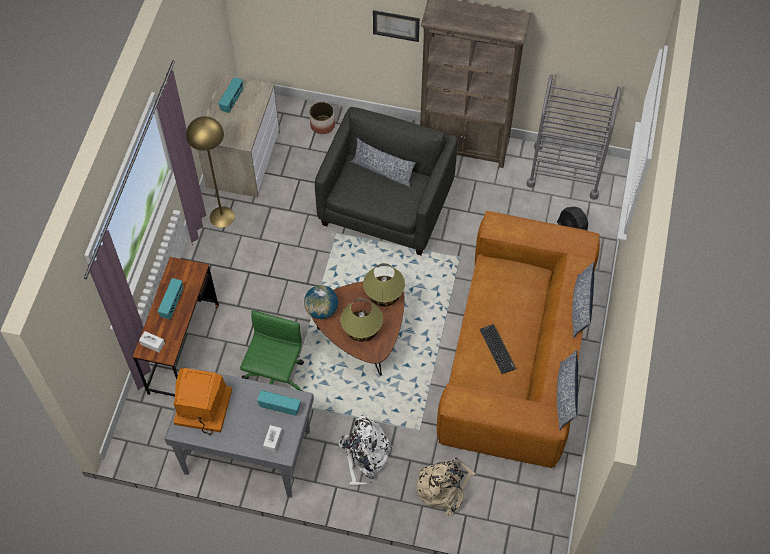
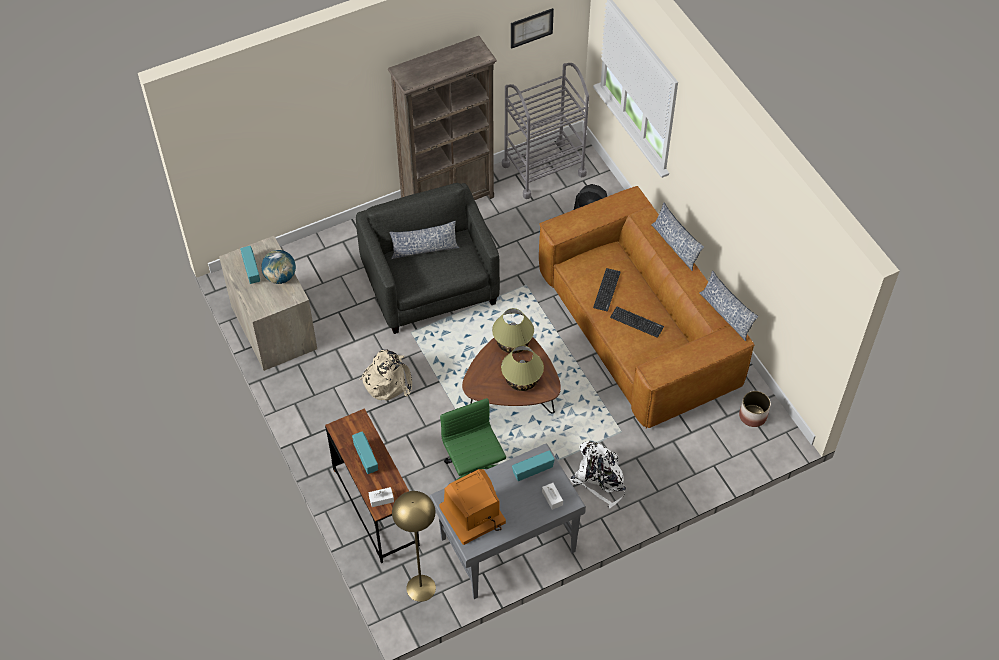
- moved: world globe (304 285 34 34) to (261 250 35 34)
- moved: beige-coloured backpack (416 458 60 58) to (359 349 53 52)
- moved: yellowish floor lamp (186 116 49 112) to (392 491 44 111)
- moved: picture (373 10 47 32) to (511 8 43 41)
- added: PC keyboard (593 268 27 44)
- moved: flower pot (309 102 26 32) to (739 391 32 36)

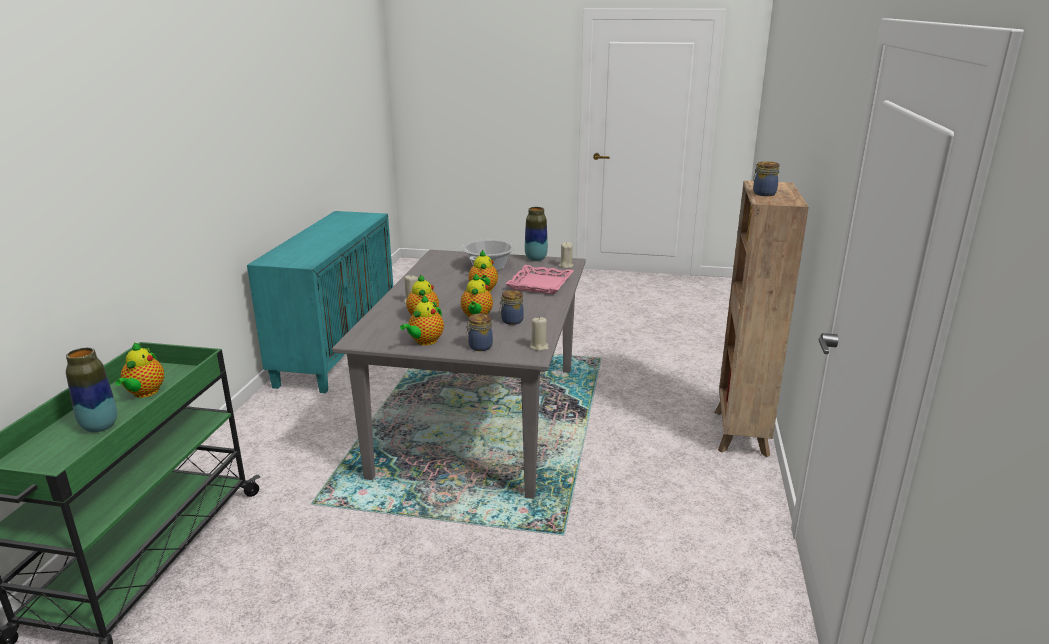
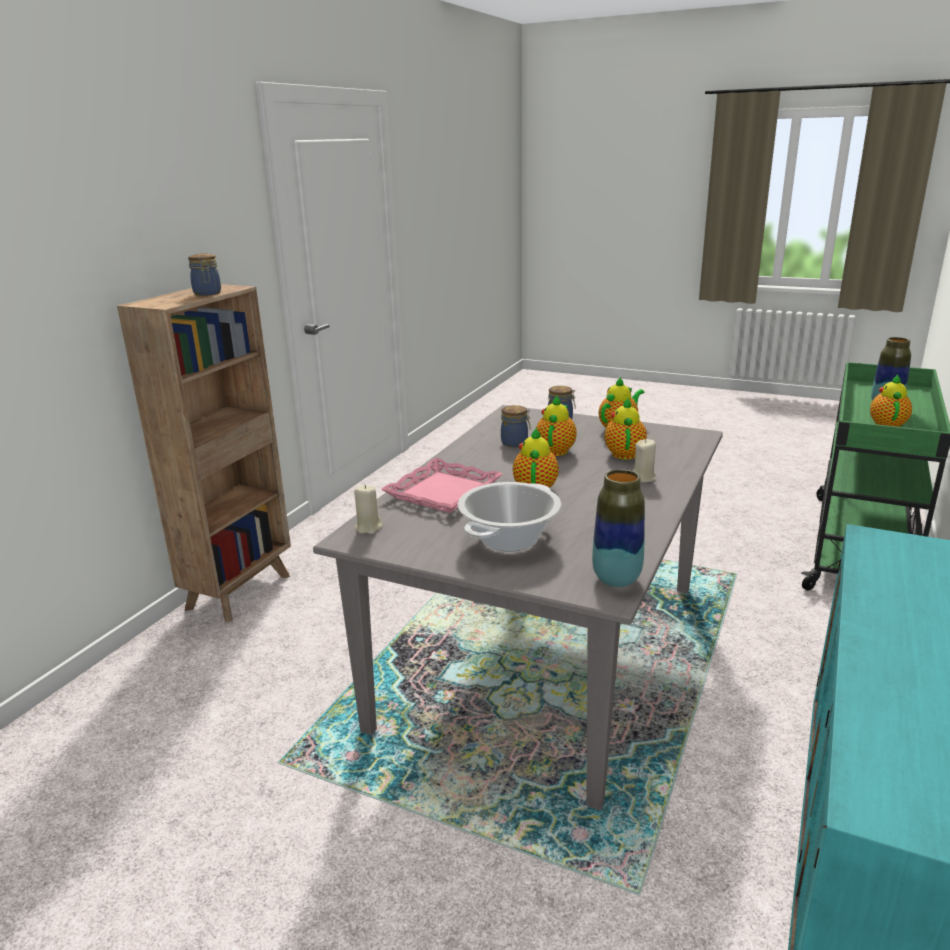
- moved: flower vase (525 207 23 54) to (592 469 53 118)
- removed: beige-coloured wax candle (530 316 19 35)

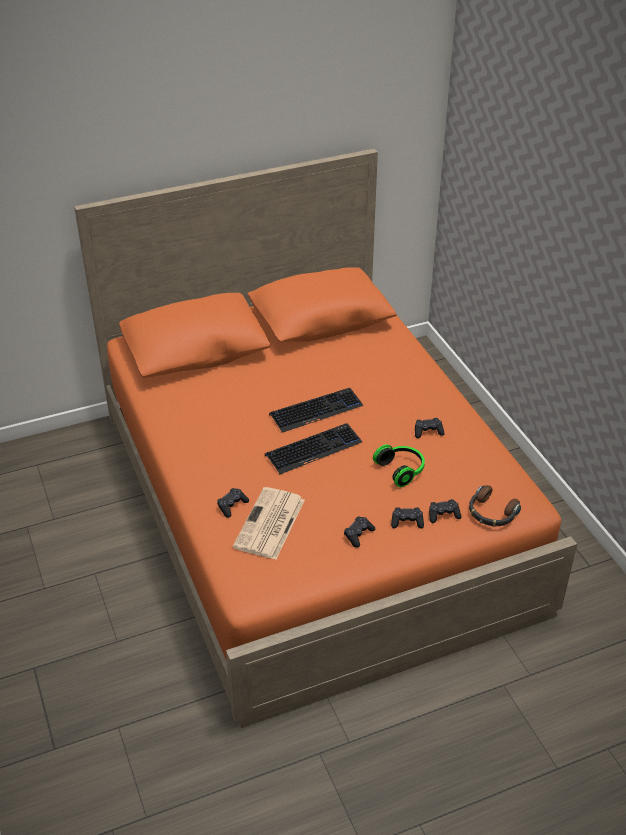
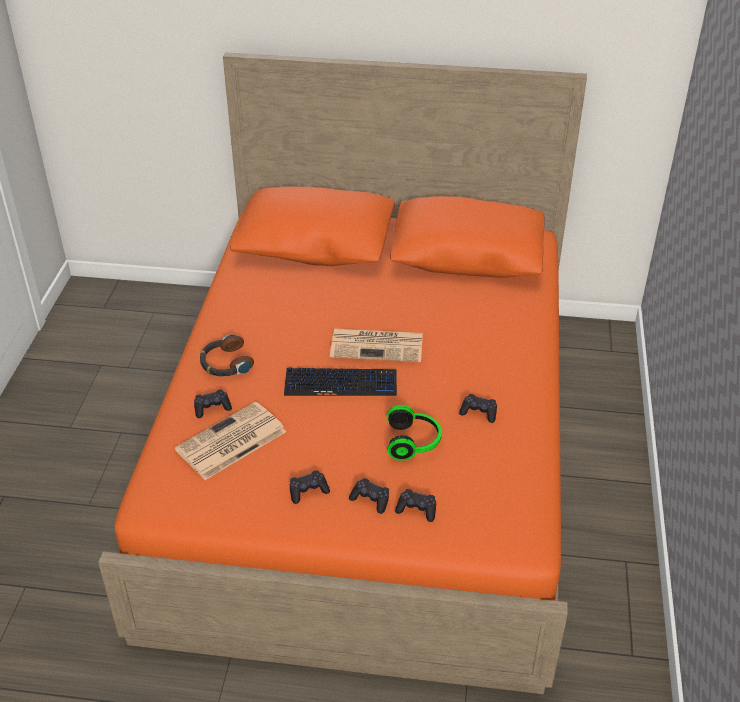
- moved: pair of headphones (469 485 52 42) to (200 334 54 42)
- replaced: PC keyboard (269 388 94 45) to newspaper (330 329 93 33)

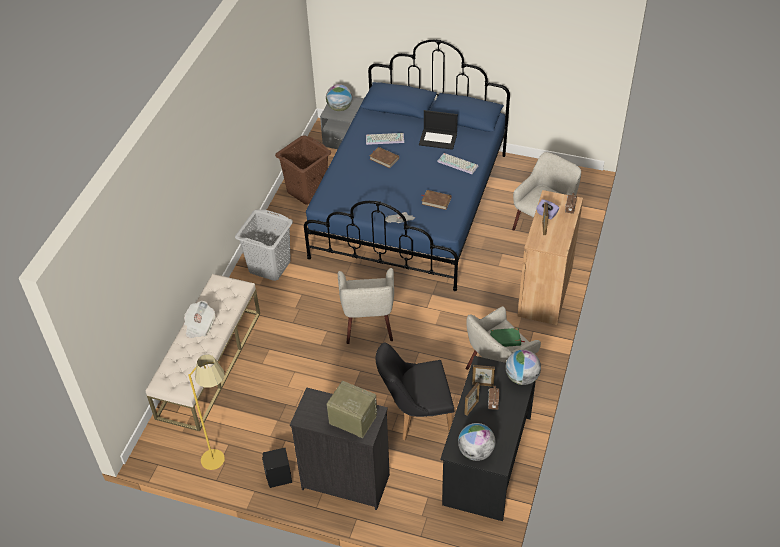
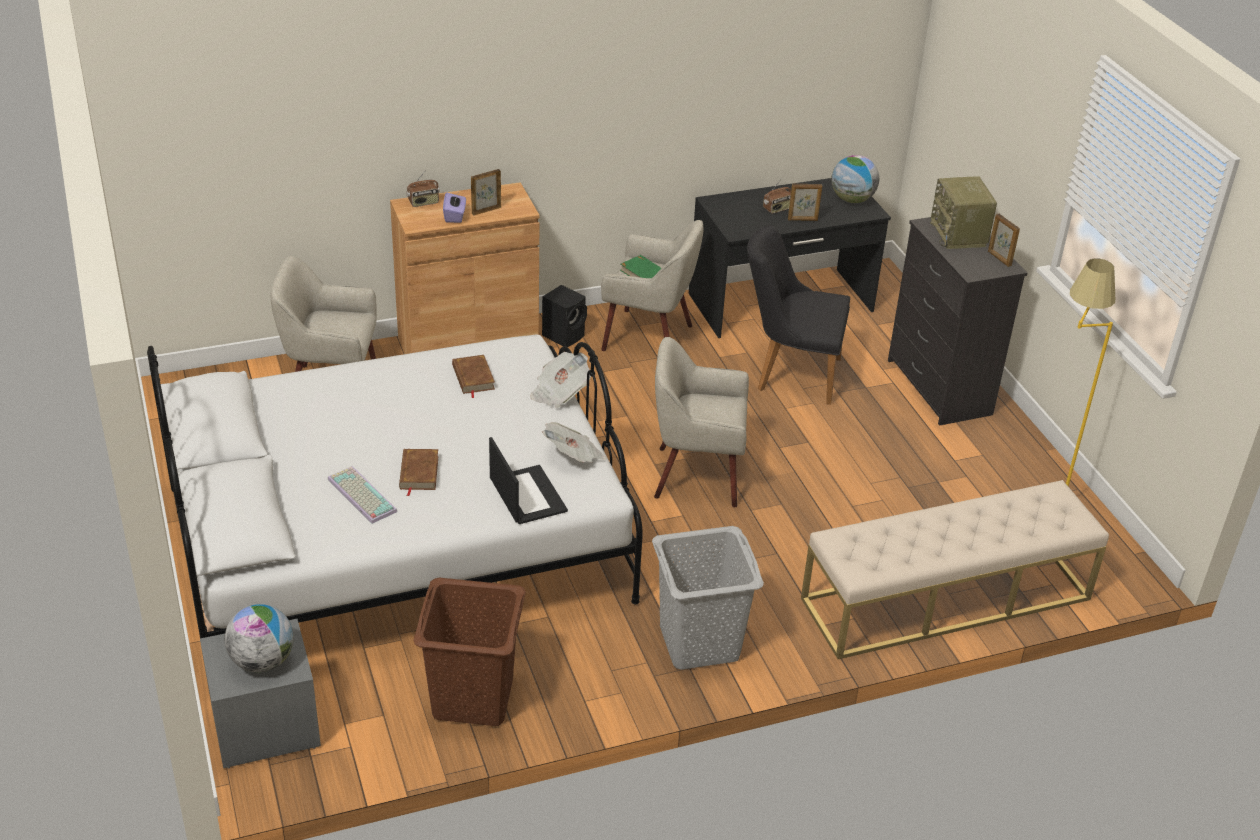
- recoloured: bluish bed (304 39 206 252) to whitish bed (147 334 496 304)
- moved: laptop (419 110 39 40) to (489 437 79 87)
- moved: black audio speaker (262 448 30 40) to (542 285 45 62)
- moved: newspaper (184 301 31 37) to (542 422 65 41)
- turned: beige-coloured easy chair (338 268 56 76) = (654 337 95 170) 135 degrees counterclockwise
- turned: black upright chair (376 342 78 99) = (747 225 103 180) 150 degrees clockwise
- moved: standing frame (472 365 23 22) to (988 214 32 53)
- removed: PC keyboard (437 153 41 21)
- removed: world globe (506 350 35 35)

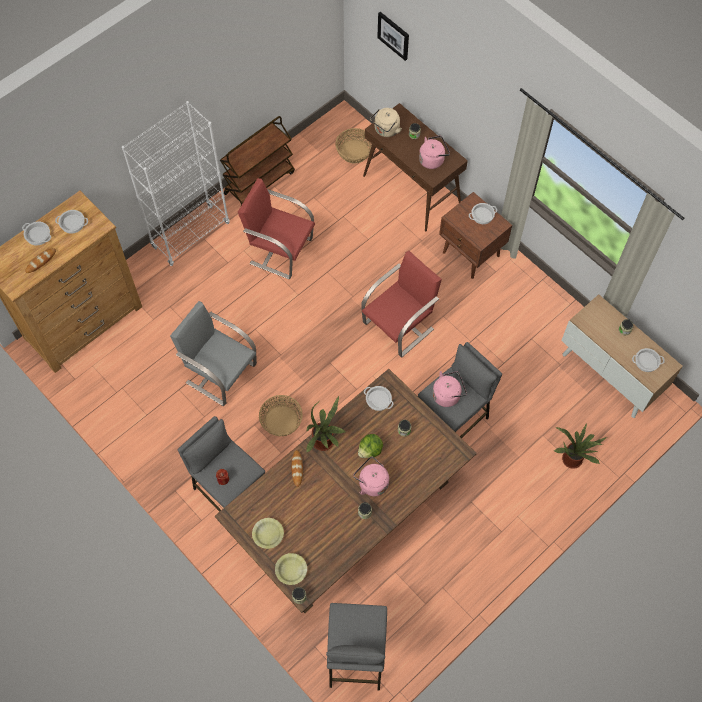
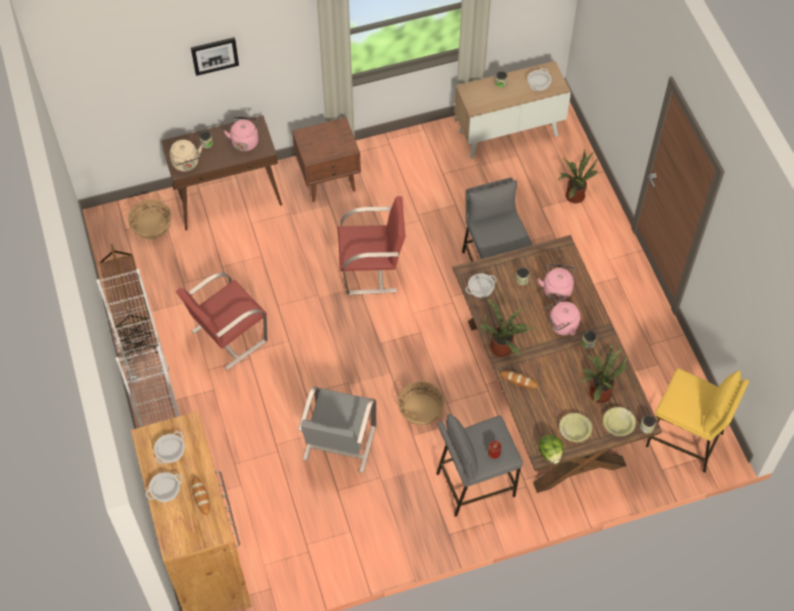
- moved: picture (377 12 32 49) to (191 37 48 39)
- turned: greyish upright chair (170 301 87 105) = (298 386 78 87) 45 degrees counterclockwise
- turned: reddish upright chair (361 251 81 107) = (338 196 68 99) 105 degrees clockwise
- moved: pink water kettle (432 371 35 36) to (538 264 37 37)
- moved: head of lettuce (358 434 25 24) to (539 435 25 29)
- added: houseplant (580 343 48 60)
- recoloured: greyish stool (326 603 61 88) to yellowish stool (645 368 104 105)
- removed: stockpot (469 203 28 21)

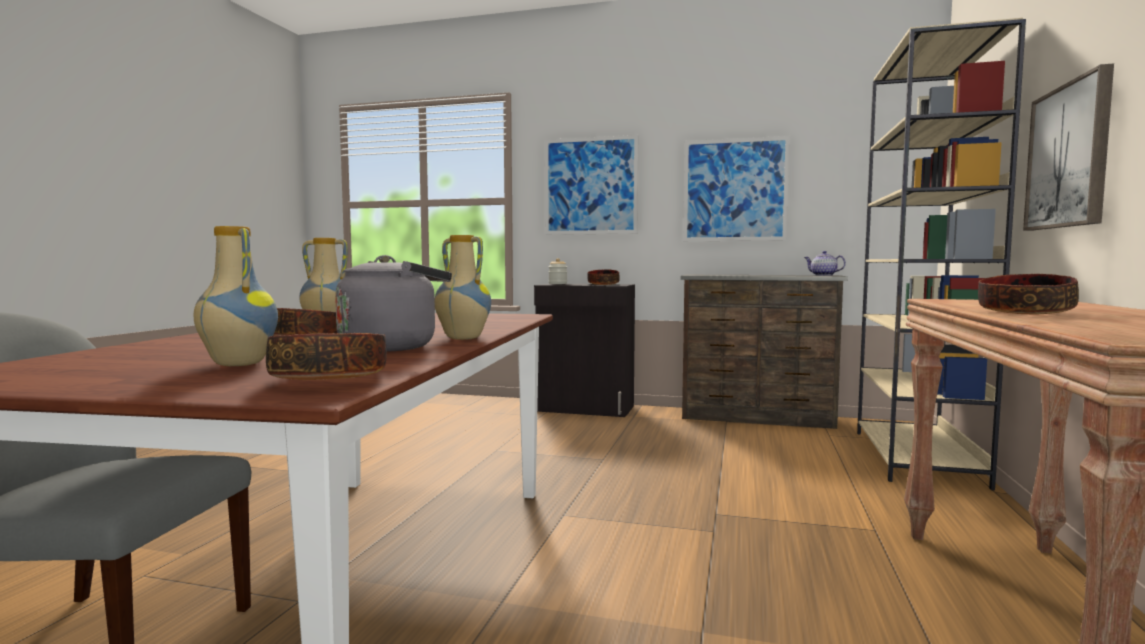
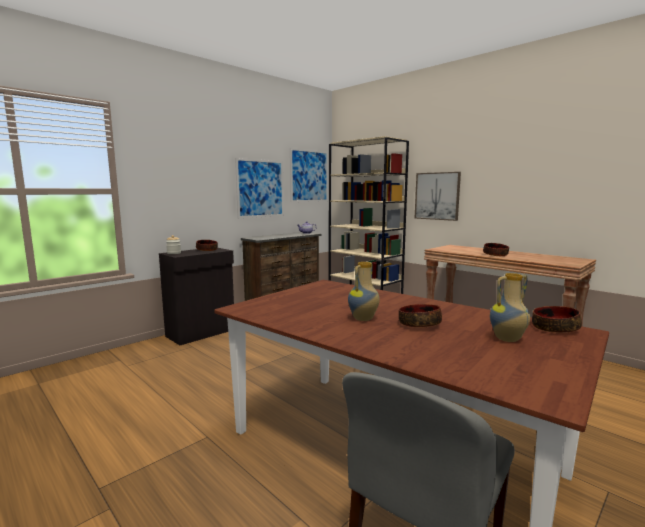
- moved: picture (545 135 93 100) to (290 148 38 54)
- removed: greyish water kettle (335 255 117 97)
- removed: flower vase (435 235 56 105)

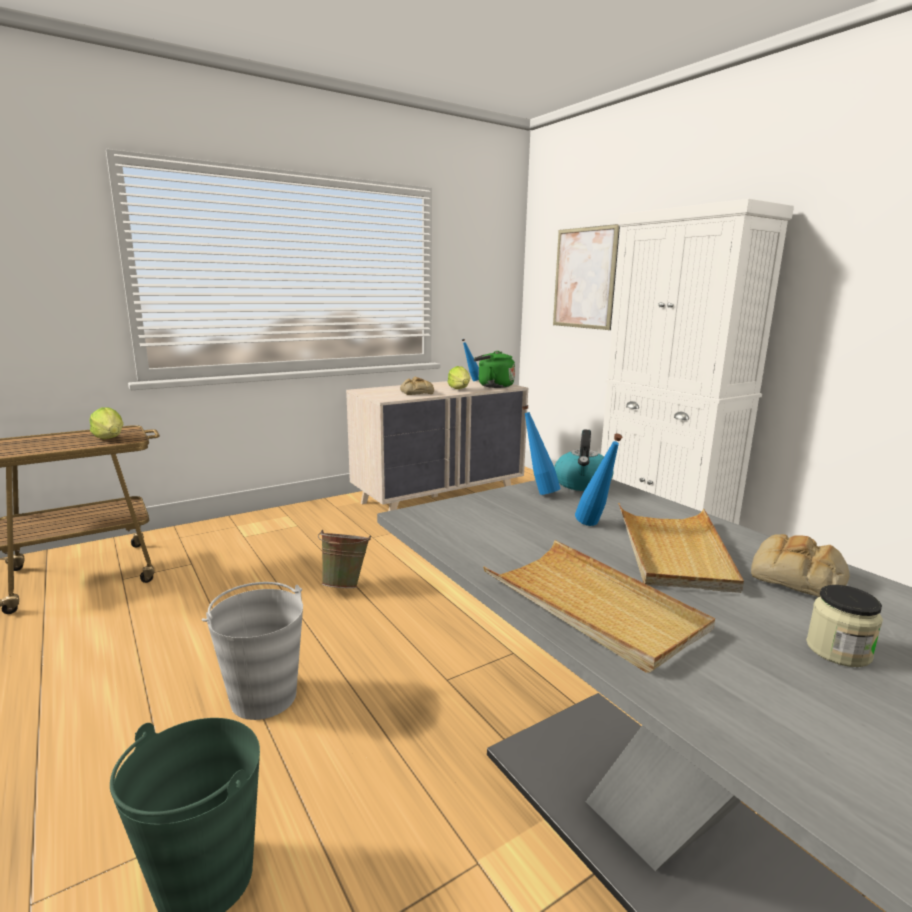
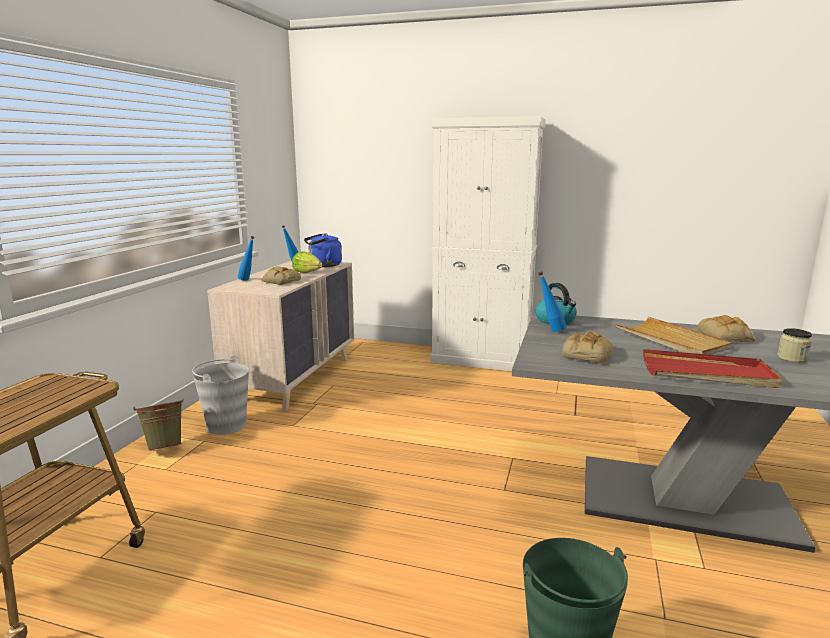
- moved: green water bucket (318 530 53 58) to (133 399 51 52)
- moved: greyish water bucket (202 582 101 138) to (192 355 57 80)
- moved: bluish beverage bottle (575 434 48 92) to (238 236 16 45)
- recoloured: green water kettle (473 351 42 37) to bluish water kettle (304 233 38 34)
- added: bread (562 331 51 33)
- recoloured: beige-coloured serving tray (483 540 232 133) to reddish serving tray (643 349 140 39)
- removed: head of lettuce (89 407 34 32)
- removed: picture (553 224 67 106)

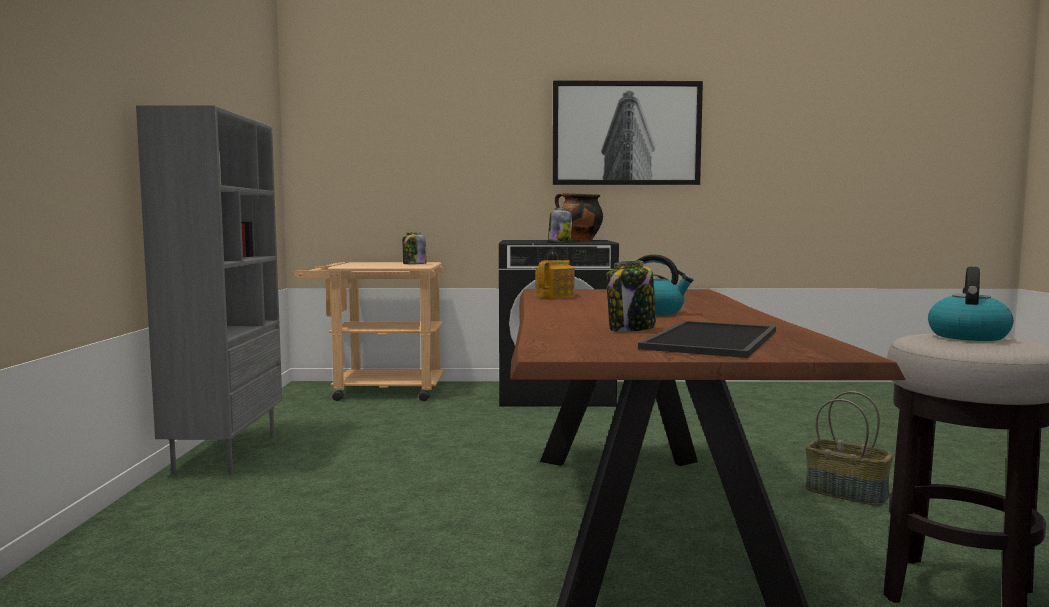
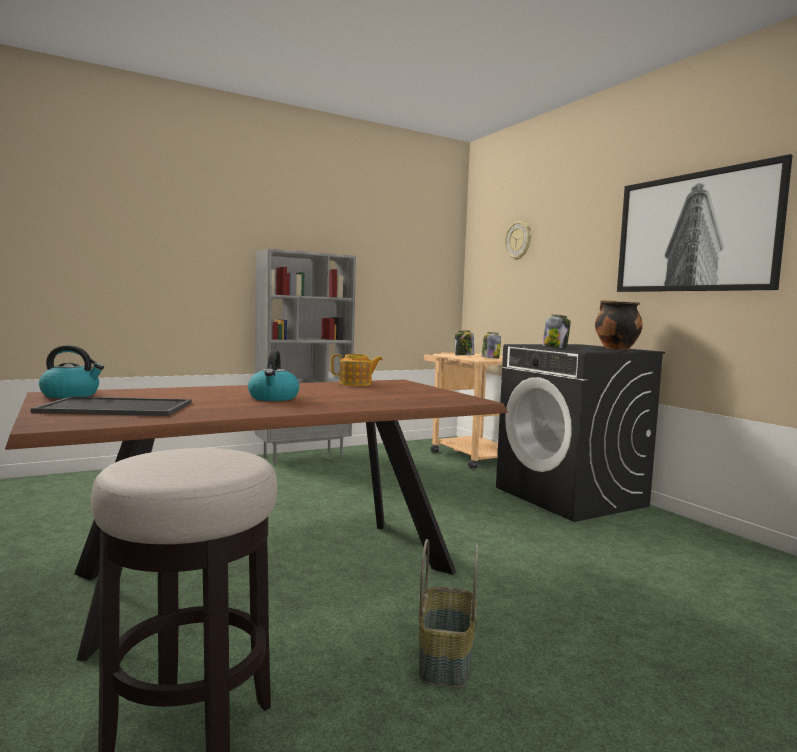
- moved: water kettle (928 267 86 74) to (39 345 65 53)
- moved: storage jar (606 261 50 71) to (455 331 19 24)
- added: hanging clock (505 221 26 39)

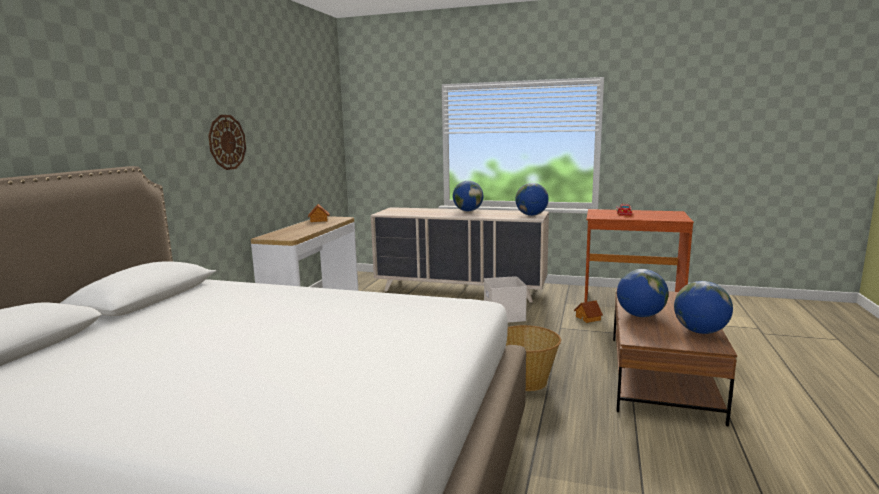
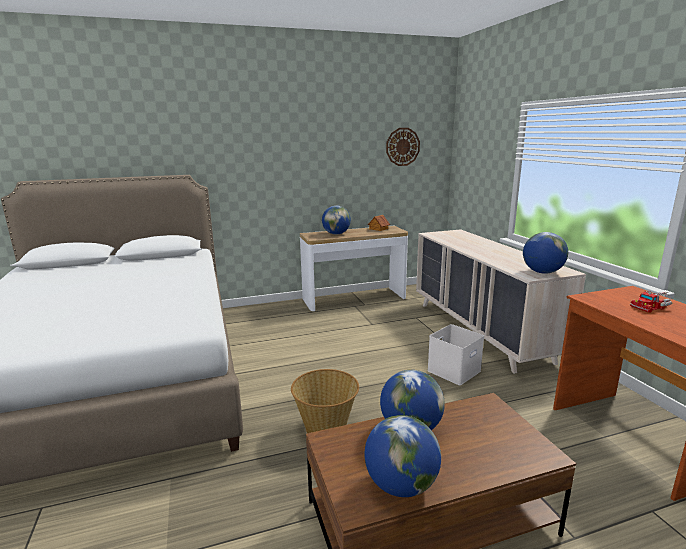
- moved: world globe (453 181 30 30) to (322 205 29 30)
- moved: hanging clock (208 115 38 55) to (386 128 34 38)
- removed: miniature house (574 300 29 23)

